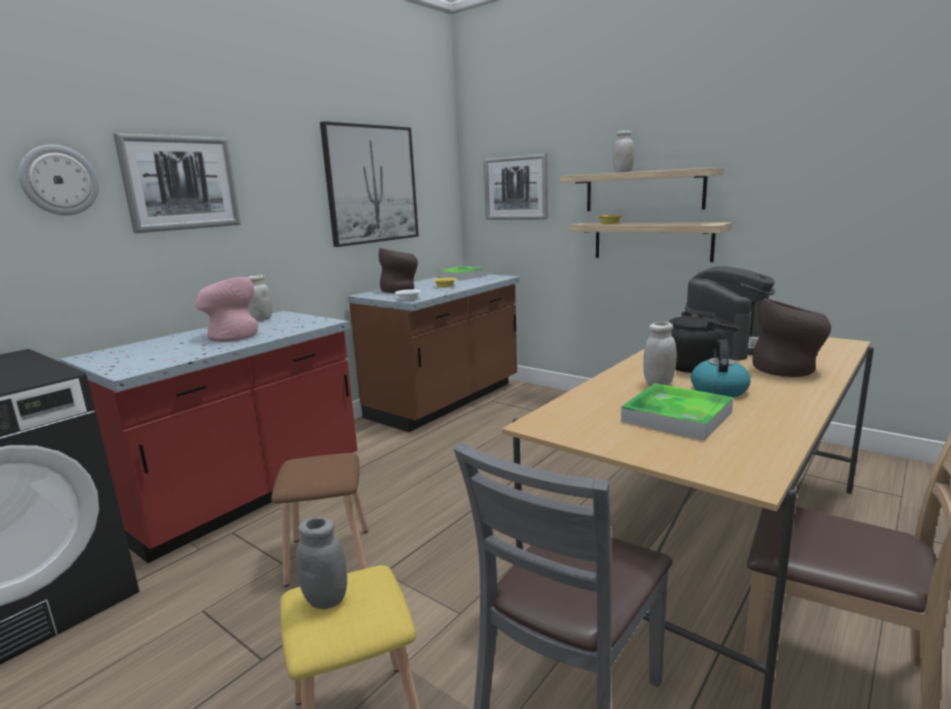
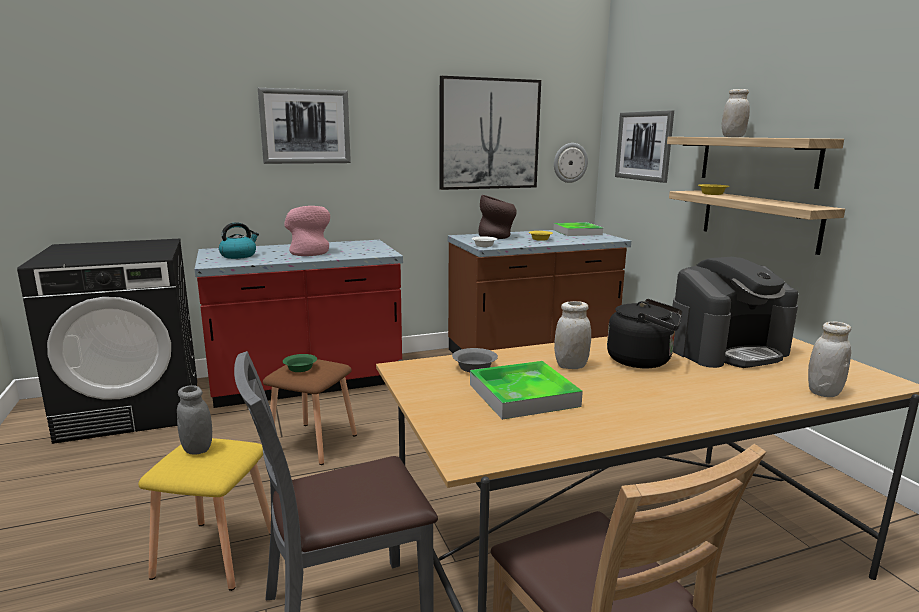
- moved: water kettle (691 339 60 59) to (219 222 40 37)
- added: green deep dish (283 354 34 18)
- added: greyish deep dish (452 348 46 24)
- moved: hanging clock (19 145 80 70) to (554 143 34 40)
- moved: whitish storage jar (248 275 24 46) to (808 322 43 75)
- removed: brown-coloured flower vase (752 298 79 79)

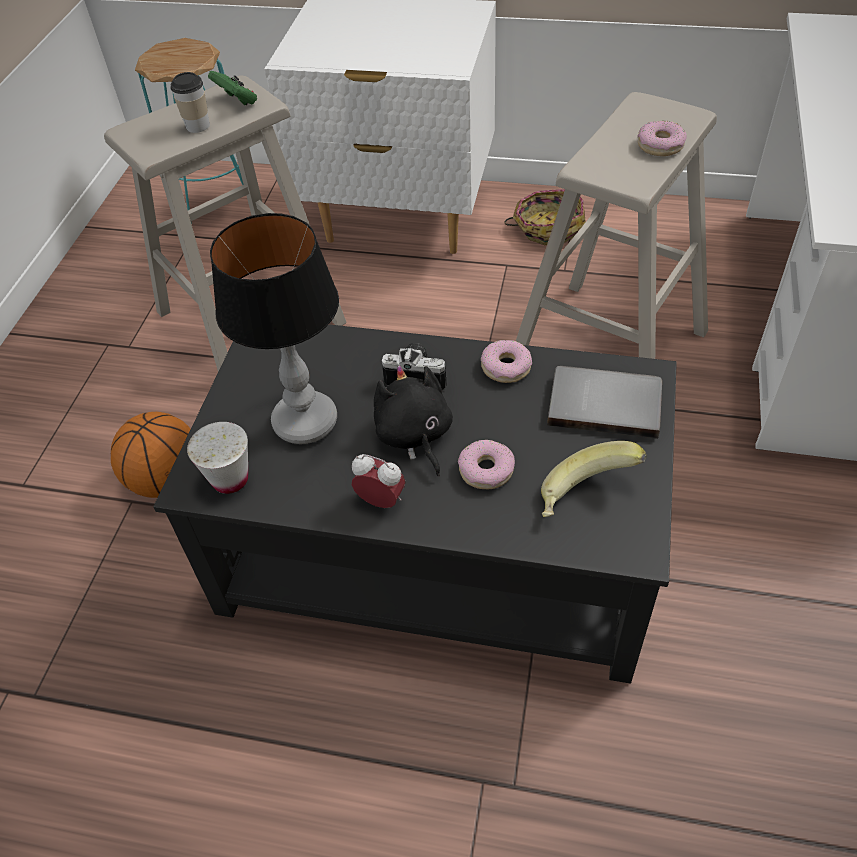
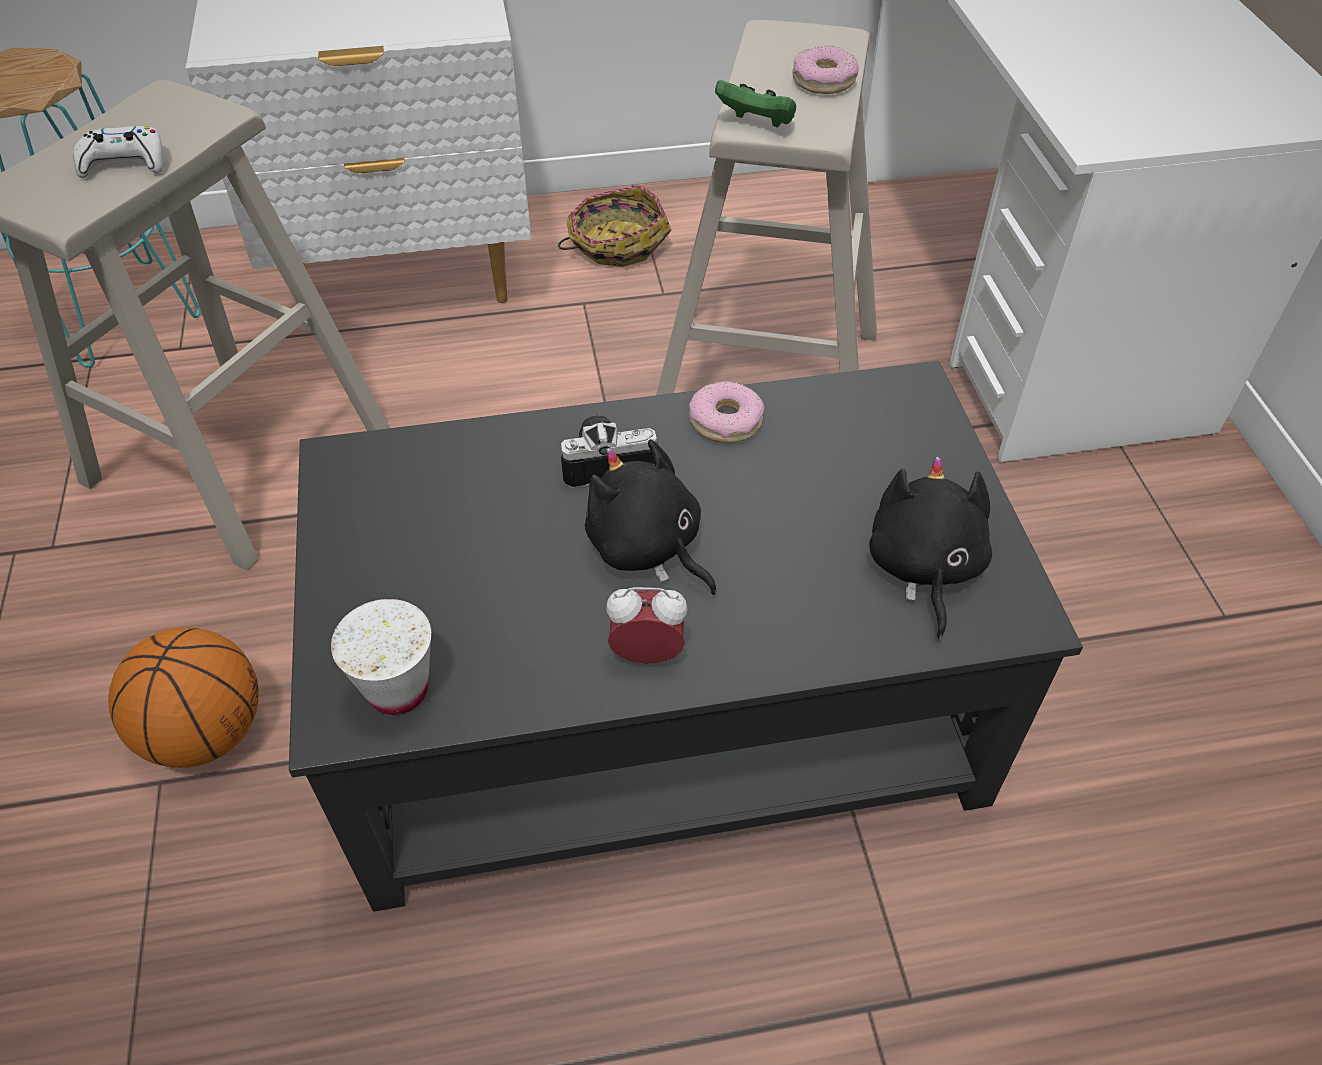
- replaced: cup (170 72 40 61) to whitish game controller (73 126 91 52)
- moved: green game controller (208 71 49 35) to (715 80 81 48)
- replaced: banana fruit (541 441 105 76) to black soft toy (869 457 123 182)
- removed: table lamp (210 213 129 231)
- removed: doughnut (458 440 57 49)
- removed: greyish volume (547 366 115 73)

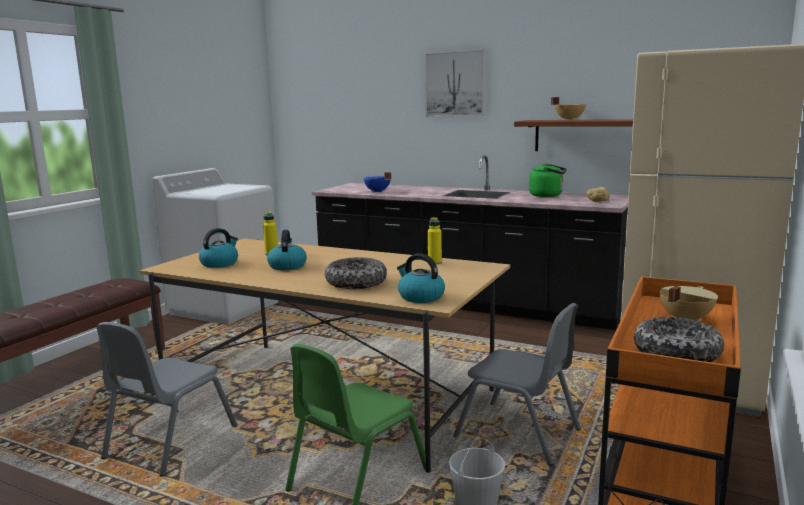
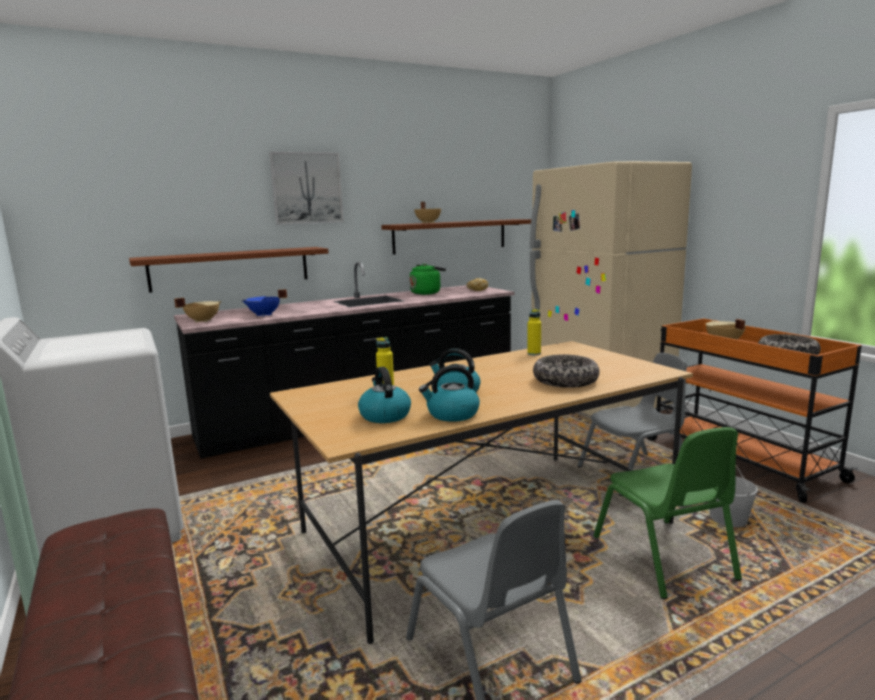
- added: brown-coloured shelf (129 247 200 46)
- added: beige-coloured stockpot (174 298 48 25)
- moved: water kettle (397 253 48 50) to (419 365 61 57)

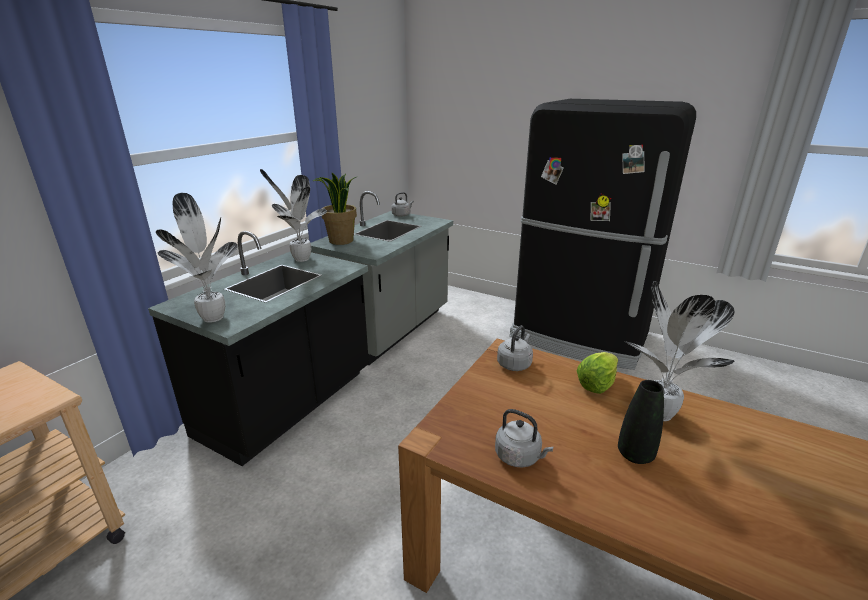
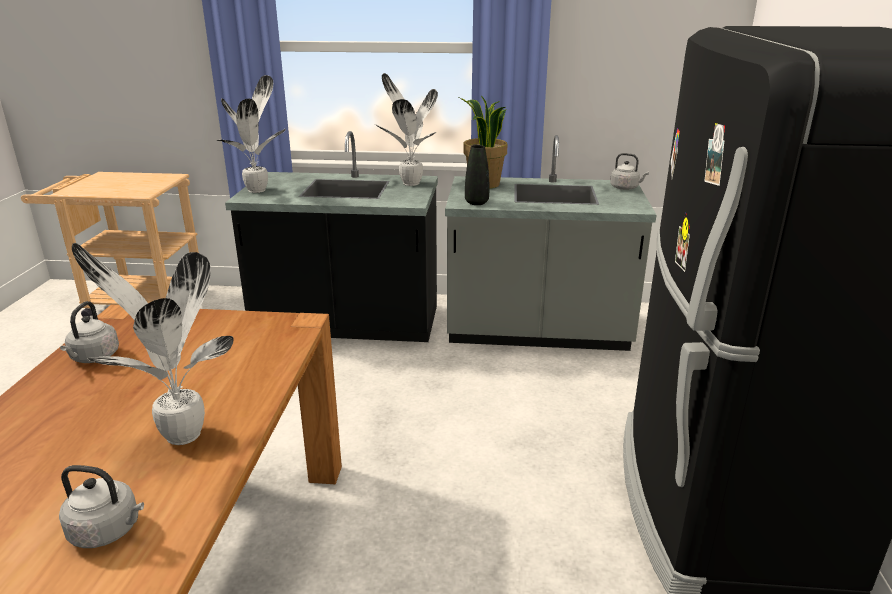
- moved: greyish water kettle (497 325 36 46) to (59 465 85 83)
- moved: black flower vase (618 380 46 84) to (465 145 24 60)
- removed: head of lettuce (577 352 41 42)

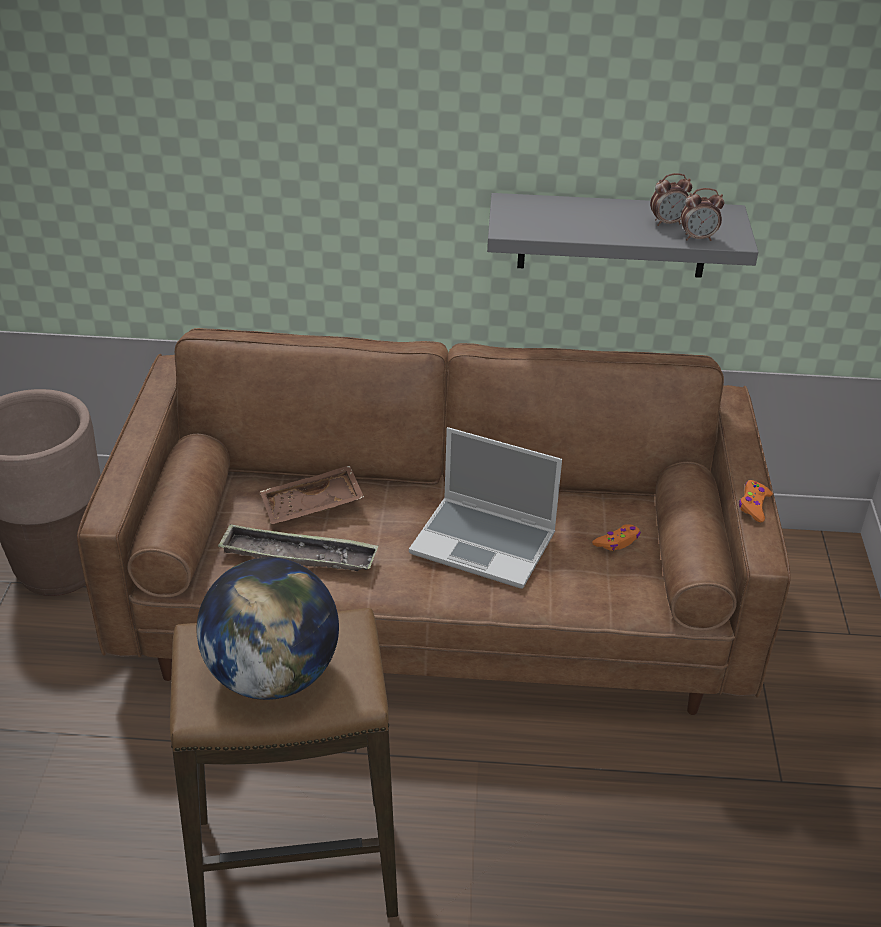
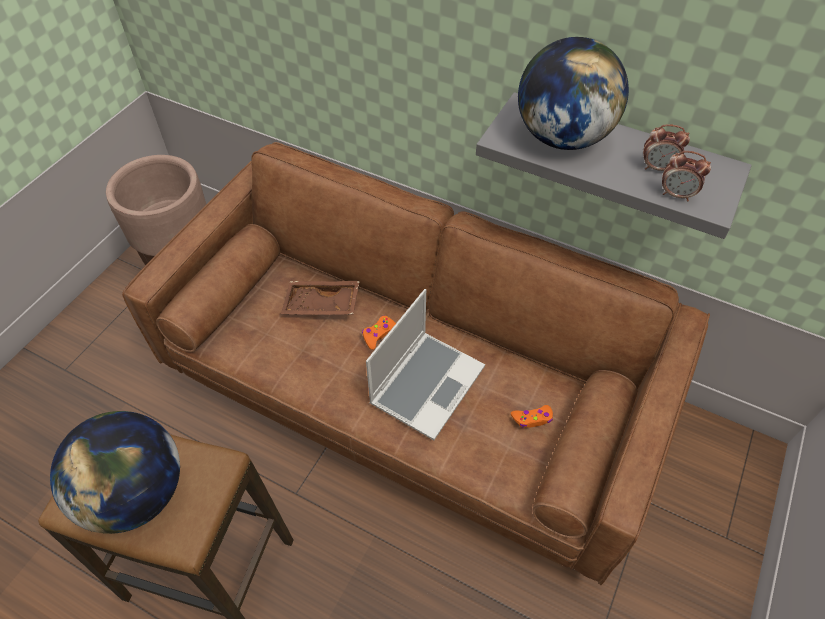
- moved: orange-coloured game controller (739 480 34 42) to (362 316 34 34)
- turned: laptop (409 427 153 162) = (366 289 119 151) 105 degrees counterclockwise
- added: world globe (518 37 111 113)
- removed: serving tray (218 525 160 46)

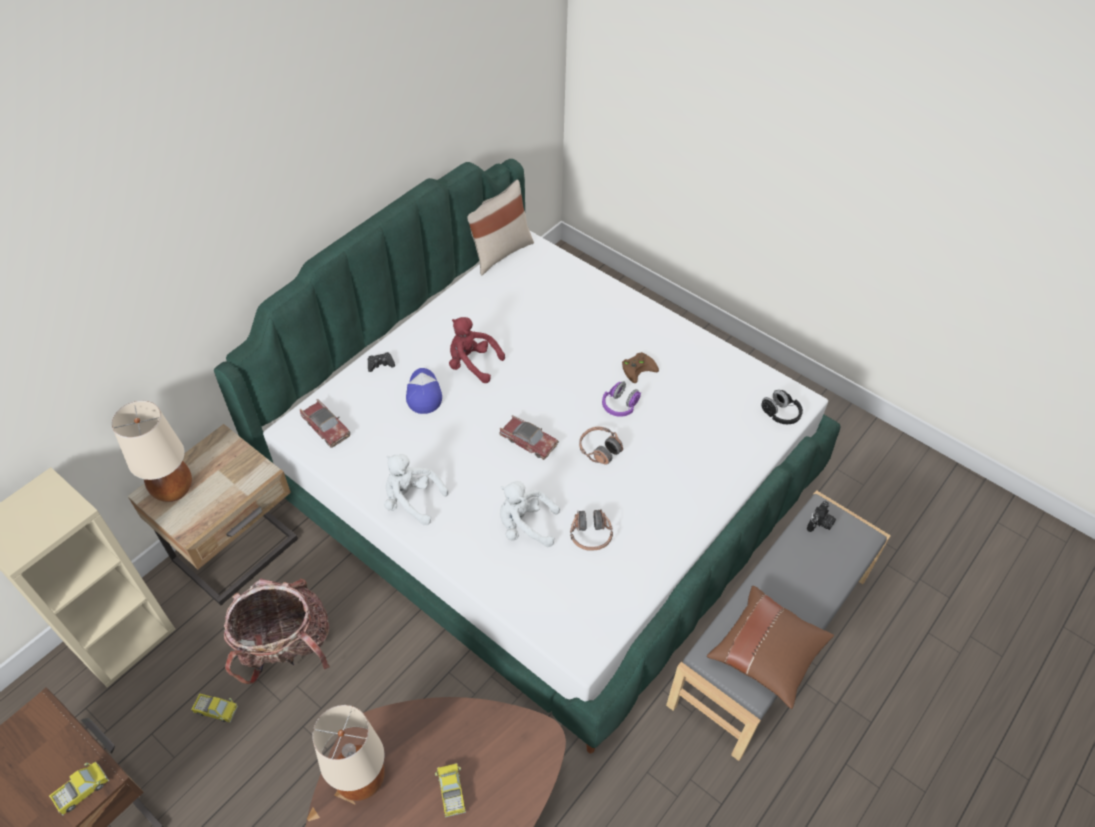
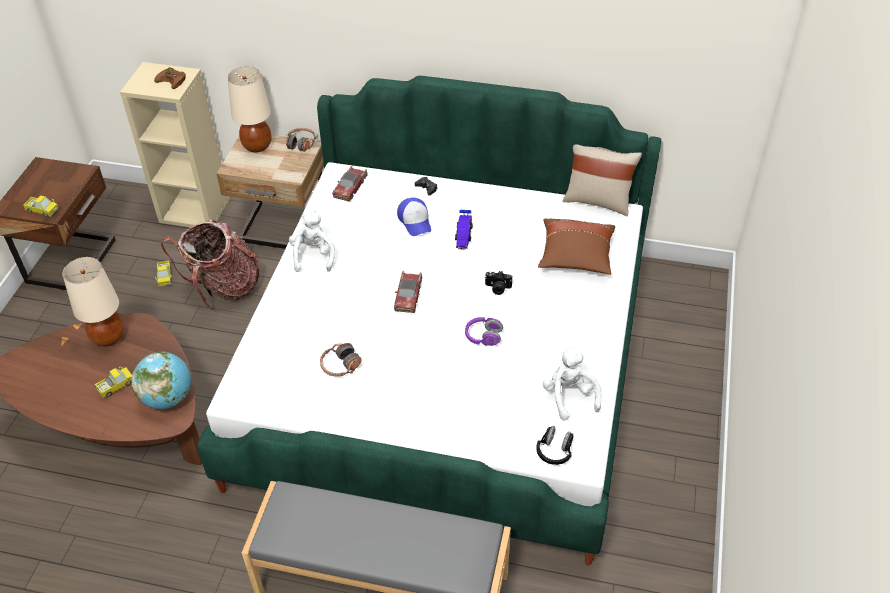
- added: world globe (132 352 59 57)
- moved: brown-coloured game controller (622 352 37 31) to (154 67 32 22)
- moved: pair of headphones (579 427 44 38) to (286 128 30 24)
- turned: cap (406 368 36 46) = (397 198 34 38) 105 degrees clockwise
- replaced: reddish soft toy (449 317 56 66) to miniature car (455 210 18 40)
- moved: photo camera (807 501 29 31) to (485 271 27 24)
- moved: brown-coloured pillow (707 586 127 123) to (538 219 77 56)
- moved: whitish soft toy (500 481 60 66) to (543 346 58 74)

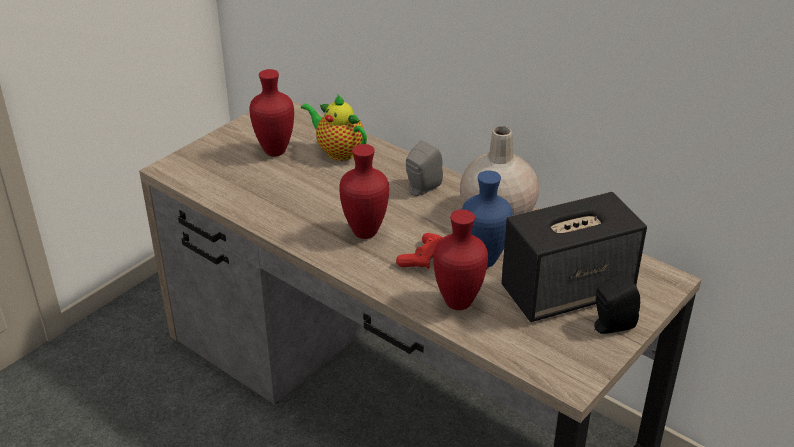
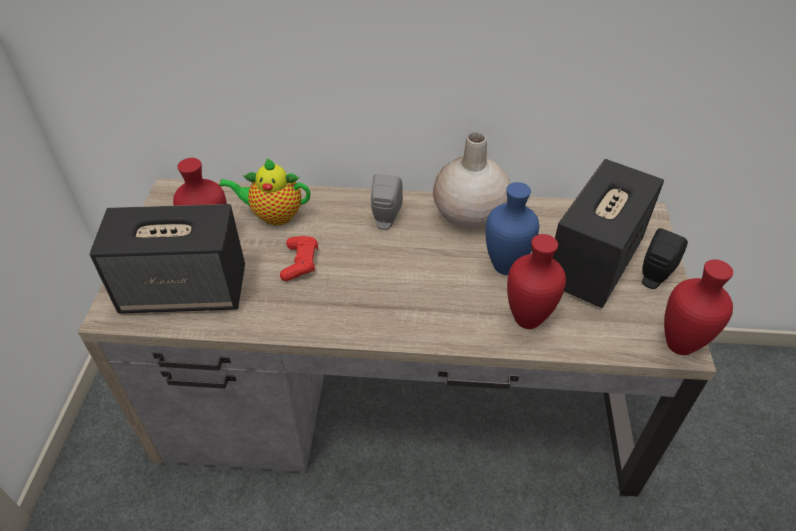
- added: audio speaker (89 204 156 110)
- moved: reddish game controller (396 233 47 36) to (280 236 38 45)
- moved: reddish flower vase (339 144 50 95) to (664 259 69 96)

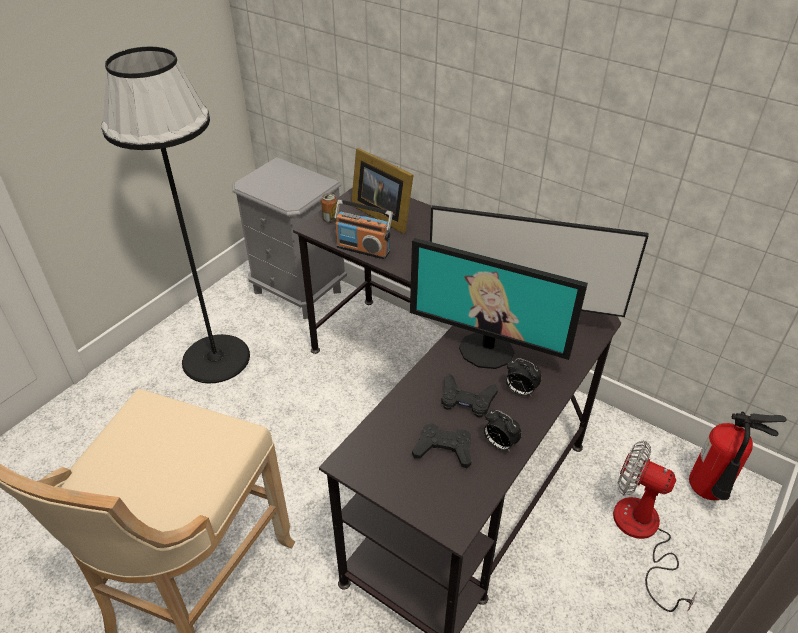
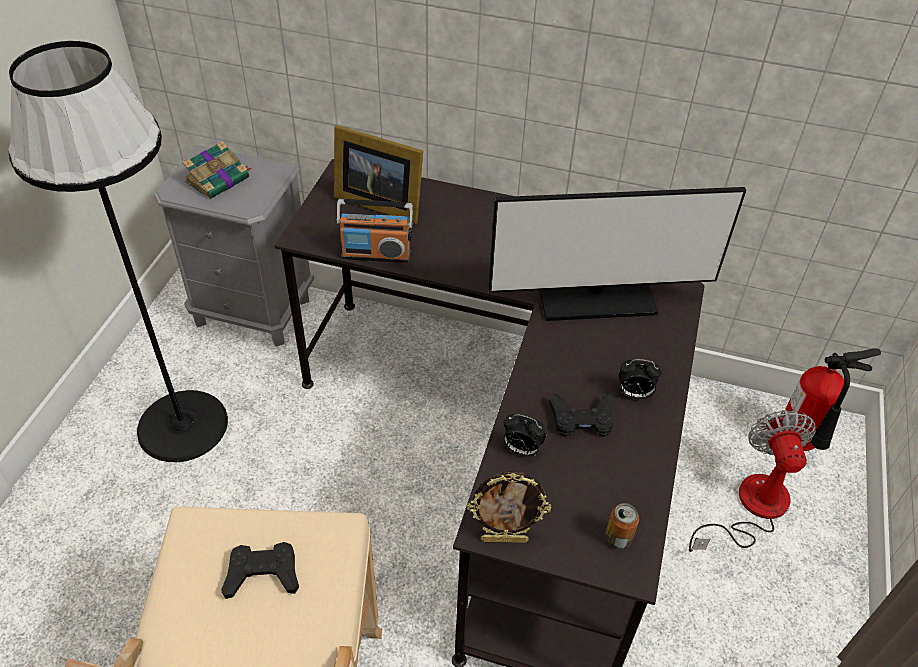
- added: volume (182 141 70 58)
- moved: black game controller (412 423 59 45) to (221 542 78 57)
- added: standing frame (467 471 84 72)
- moved: alarm clock (484 410 38 42) to (503 414 43 42)
- moved: sealed can (321 193 16 30) to (605 503 34 46)
- turned: cooling fan (613 441 84 171) = (689 410 127 142) 75 degrees clockwise
- removed: monitor (410 238 178 131)

